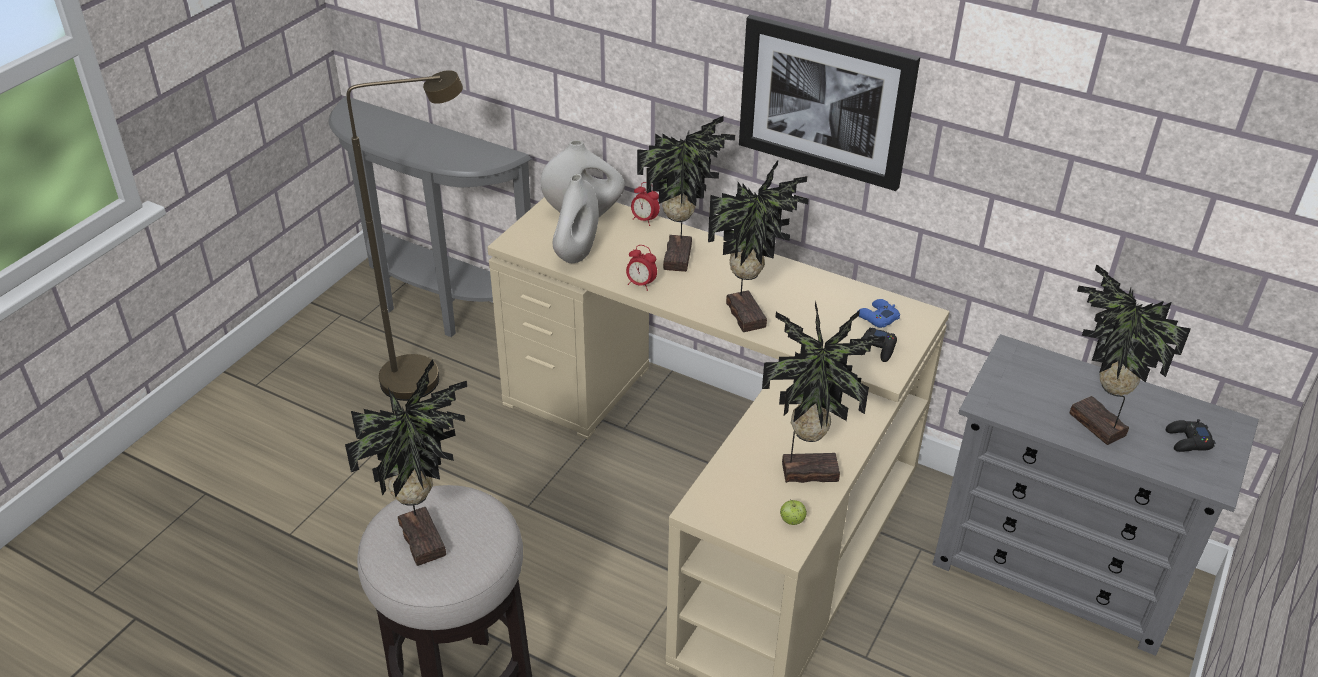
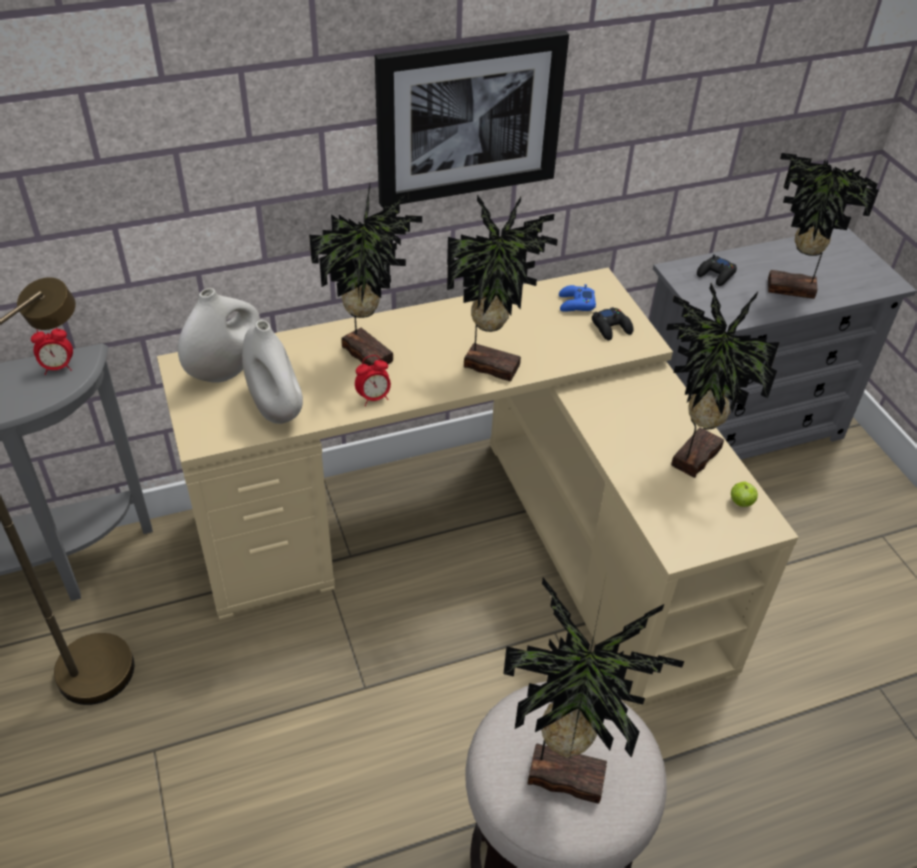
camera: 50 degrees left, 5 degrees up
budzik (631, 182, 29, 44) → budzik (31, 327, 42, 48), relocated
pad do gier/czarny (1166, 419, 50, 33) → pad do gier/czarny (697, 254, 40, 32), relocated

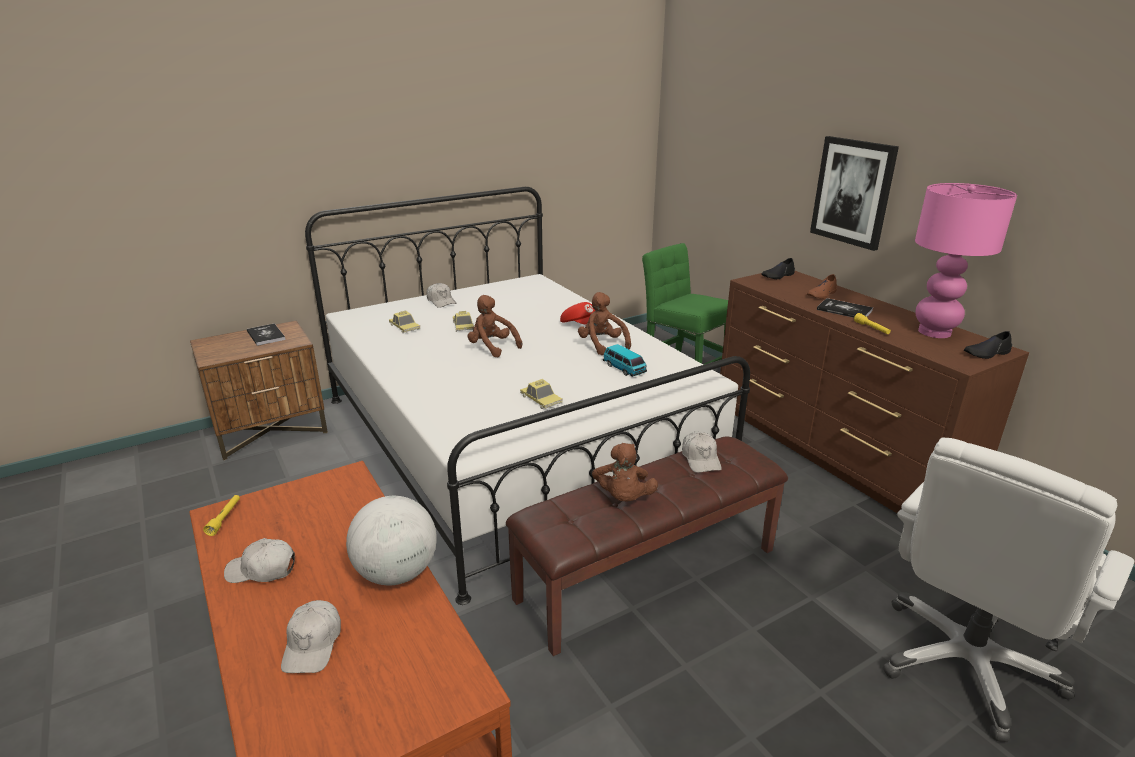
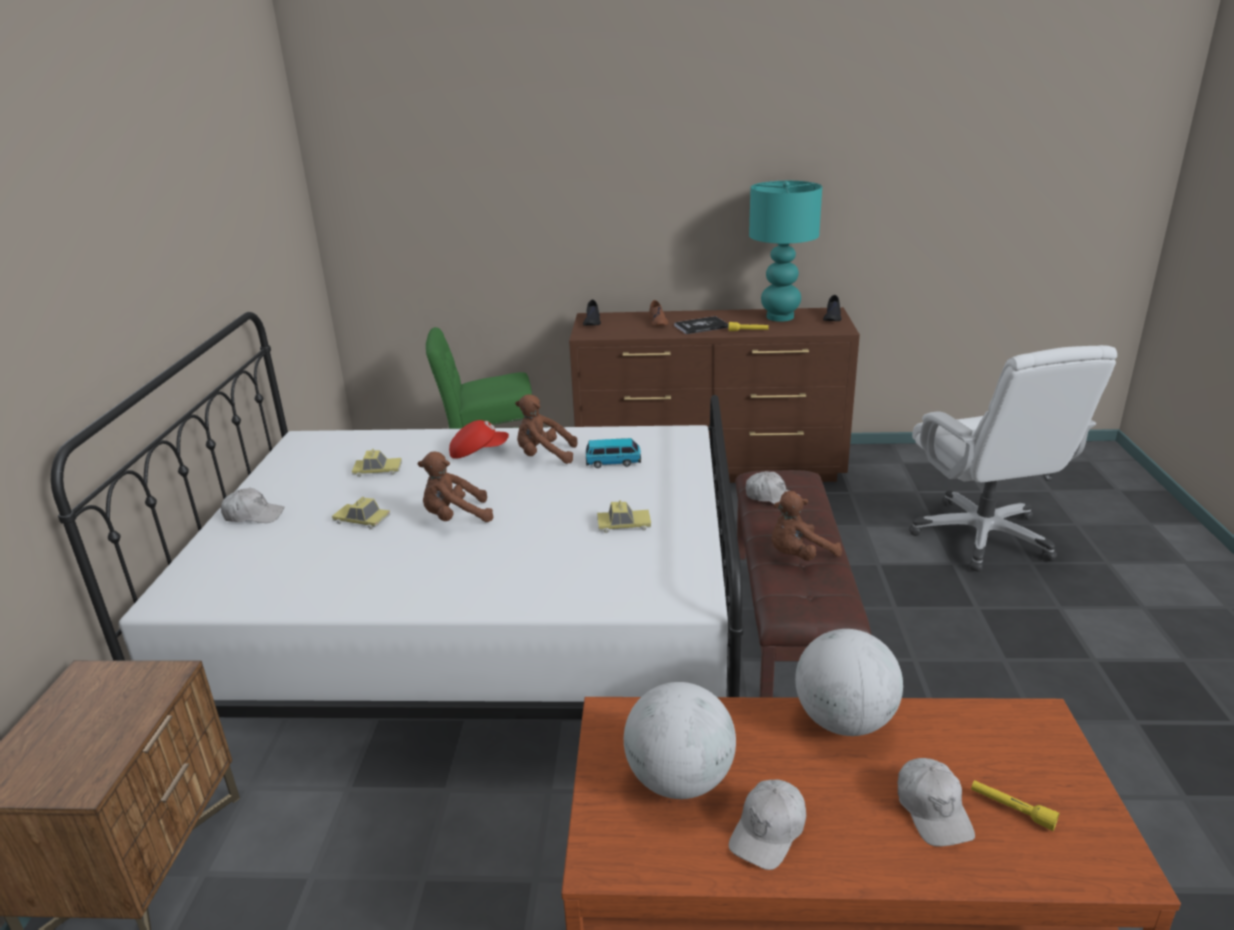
camera: 55 degrees left, 0 degrees up
samochodzik (389, 311, 31, 22) → samochodzik (352, 449, 50, 28), relocated
- → globus (624, 682, 112, 117)
lampa stołowa/różowy (915, 183, 102, 155) → lampa stołowa/turkusowy (749, 181, 73, 141)
pluszak/brązowy (592, 443, 66, 59) → pluszak/brązowy (772, 491, 70, 70), 120 degrees clockwise
czapka z daszkiem/biały (281, 600, 60, 73) → czapka z daszkiem/biały (898, 758, 77, 89), 45 degrees clockwise
latarka/żółty (203, 495, 37, 41) → latarka/żółty (971, 780, 88, 51), relocated
książka (247, 323, 39, 23) → -
obraz (810, 136, 89, 115) → -

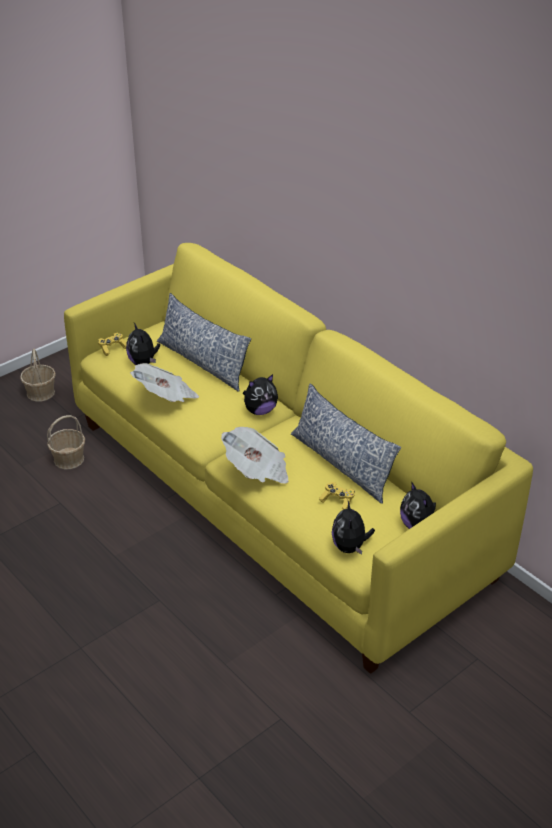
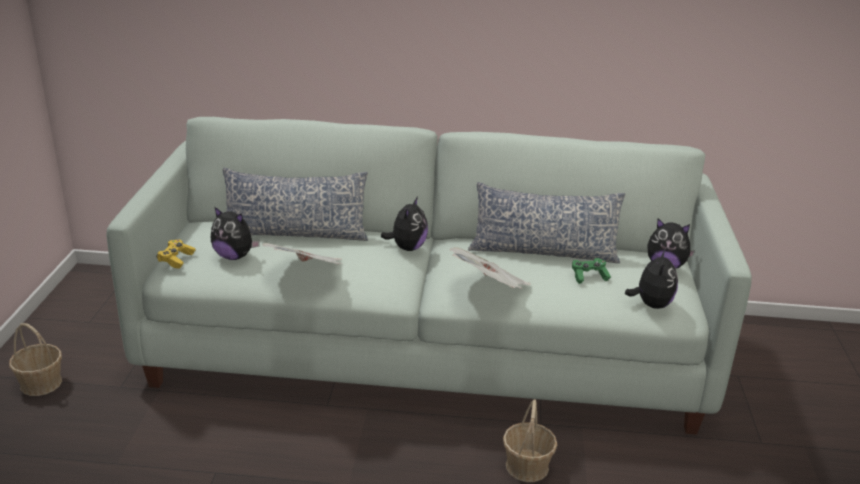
camera: 45 degrees left, 10 degrees down
kanapa/żółty (64, 243, 469, 431) → kanapa/biały (107, 117, 645, 318)
koszyk (47, 415, 38, 54) → koszyk (503, 399, 54, 83), relocated
pad do gier/żółty (319, 482, 36, 28) → pad do gier/zielony (572, 258, 39, 26)
pluszak (332, 501, 43, 53) → pluszak (625, 248, 53, 61), 120 degrees counterclockwise

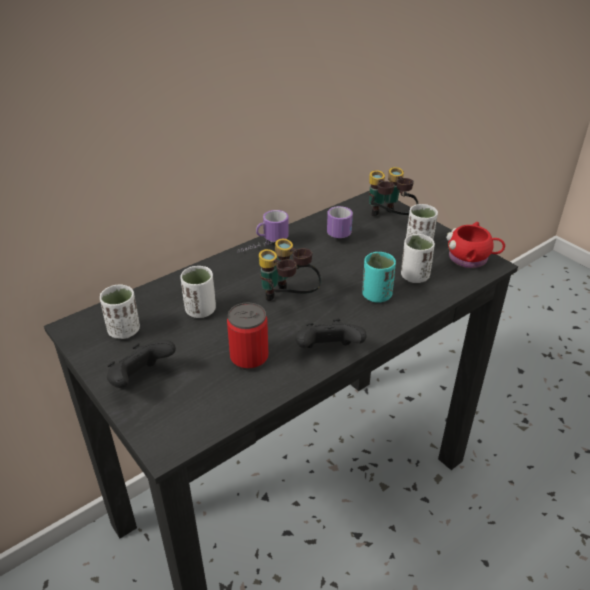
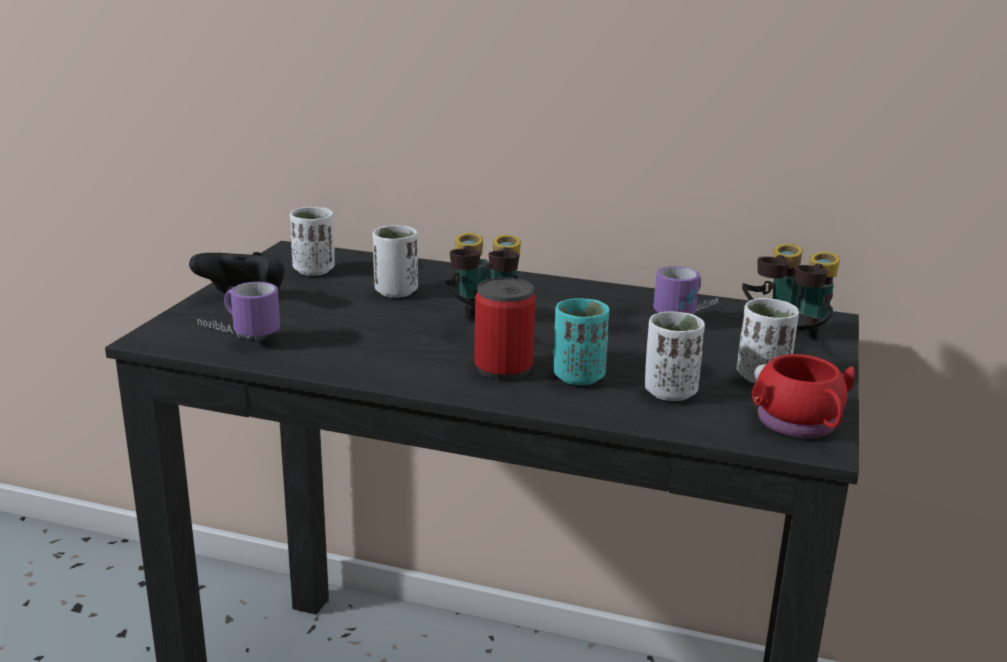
camera: 55 degrees right, 15 degrees down
kubek (237, 210, 52, 43) → kubek (197, 282, 83, 58), relocated
puszka (227, 302, 42, 68) → puszka (474, 277, 62, 103), relocated
pad do gier/czarny (296, 319, 71, 29) → -

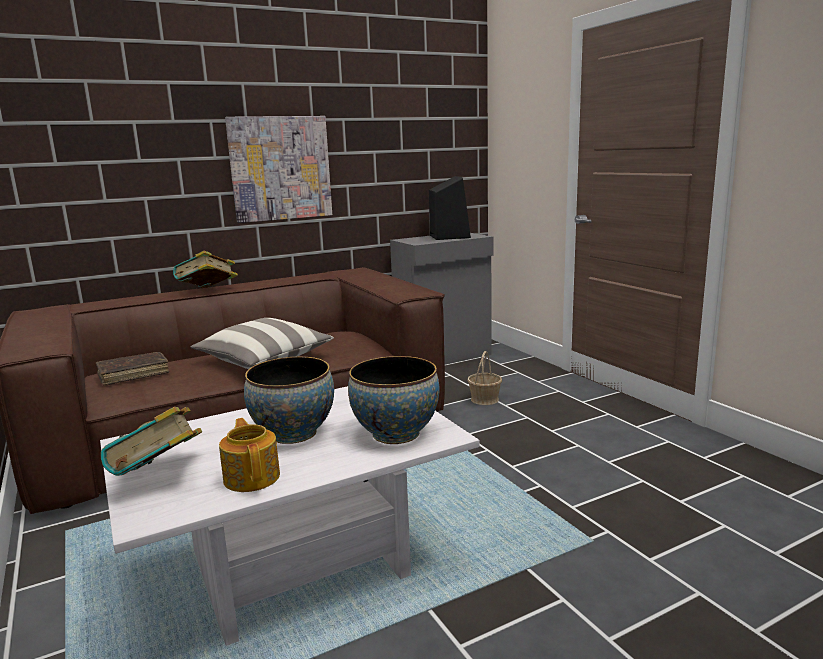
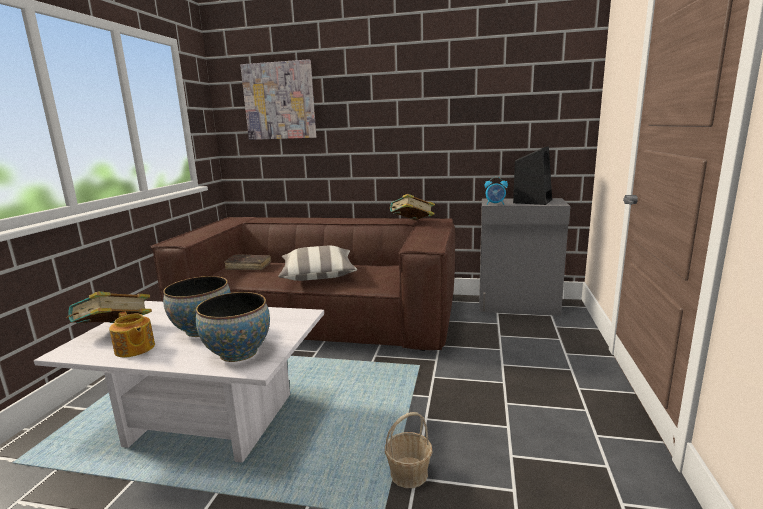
camera: 40 degrees right, 0 degrees up
imbryk (219, 418, 61, 74) → imbryk (109, 311, 46, 47), 120 degrees clockwise
obraz (225, 116, 107, 107) → obraz (240, 59, 76, 81), relocated
koszyk (468, 351, 34, 54) → koszyk (385, 412, 47, 76), relocated
książka (173, 251, 65, 37) → książka (389, 194, 46, 26), relocated
- → budzik (485, 177, 23, 28)

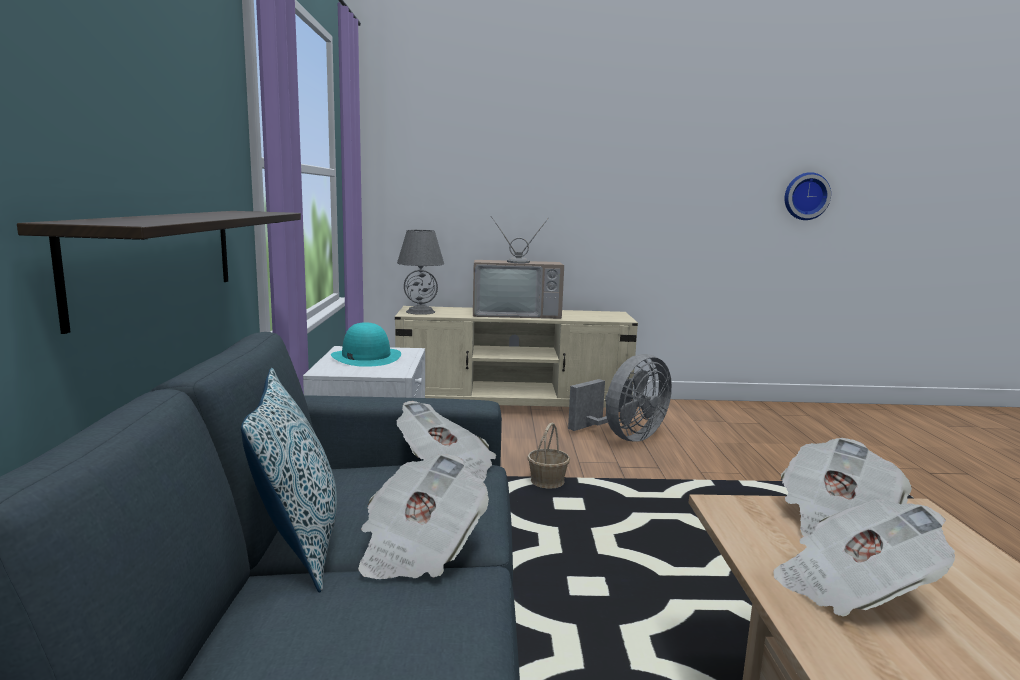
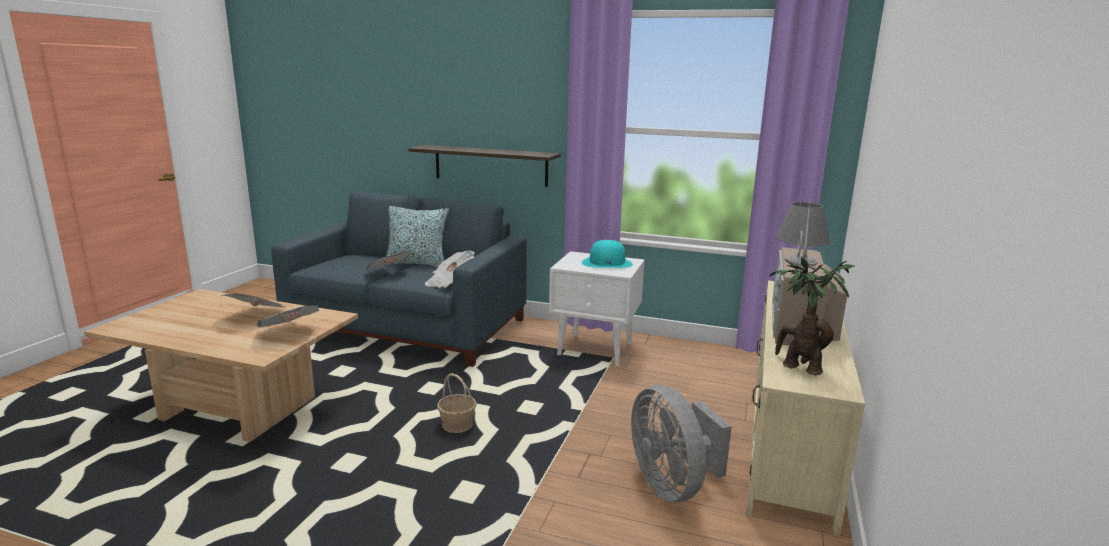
camera: 110 degrees right, 5 degrees up
koszyk (527, 423, 43, 66) → koszyk (437, 373, 40, 60), relocated
- → roślina doniczkowa (769, 257, 85, 118)
zegar ścienny (784, 172, 47, 48) → -

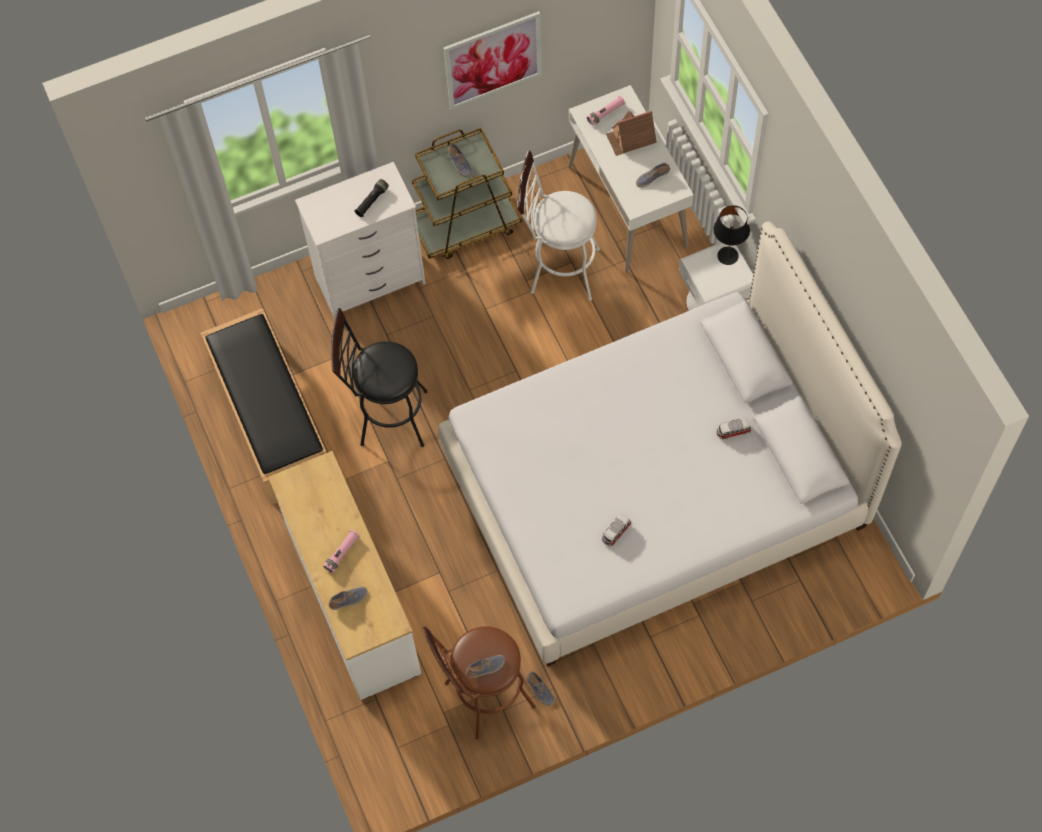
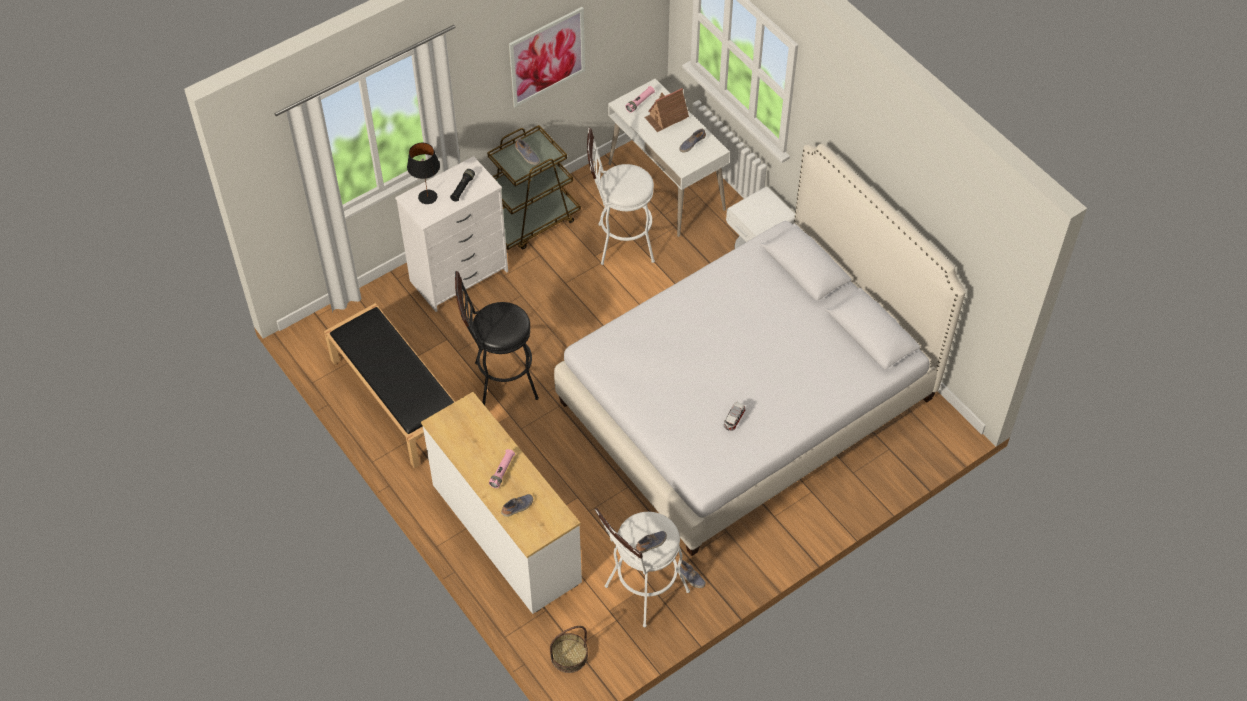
camera: 15 degrees left, 10 degrees down
lampa stołowa/czarny (713, 205, 37, 60) → lampa stołowa/czarny (407, 143, 33, 61), relocated
- → koszyk (550, 626, 38, 47)
stołek/brązowy (423, 626, 113, 114) → stołek/biały (595, 508, 95, 120)
samochodzik (717, 417, 34, 22) → -

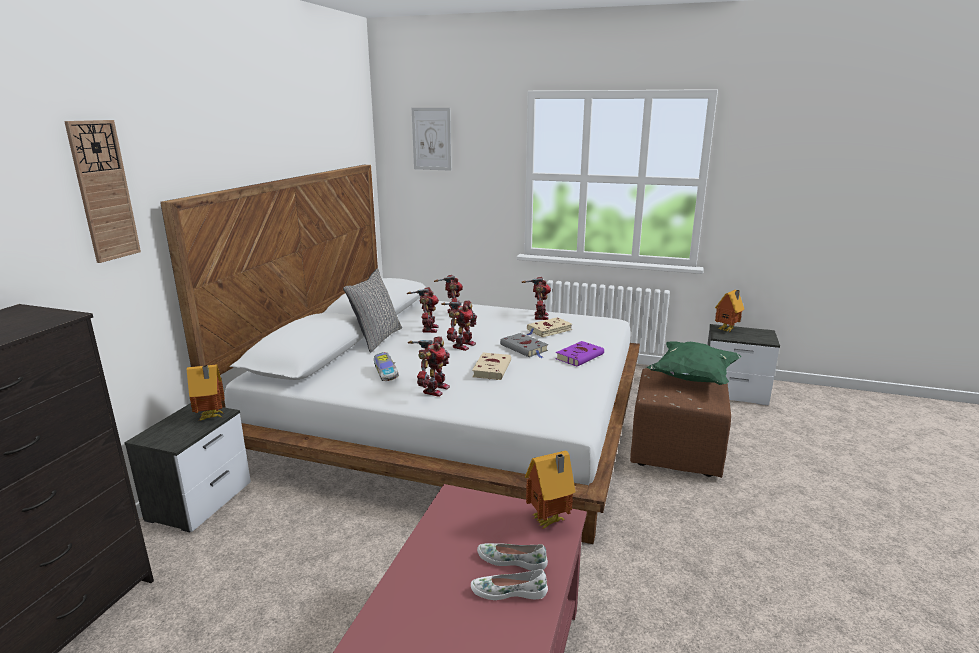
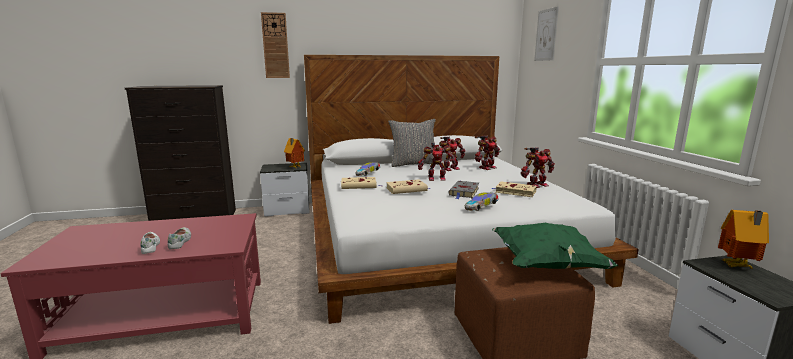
camera: 60 degrees right, 5 degrees down
robot zabawkowy (408, 336, 42, 61) → książka/beżowy (341, 177, 42, 12)
książka/fioletowy (556, 341, 48, 25) → samochodzik (465, 192, 34, 19)
domek (525, 451, 51, 78) → -

